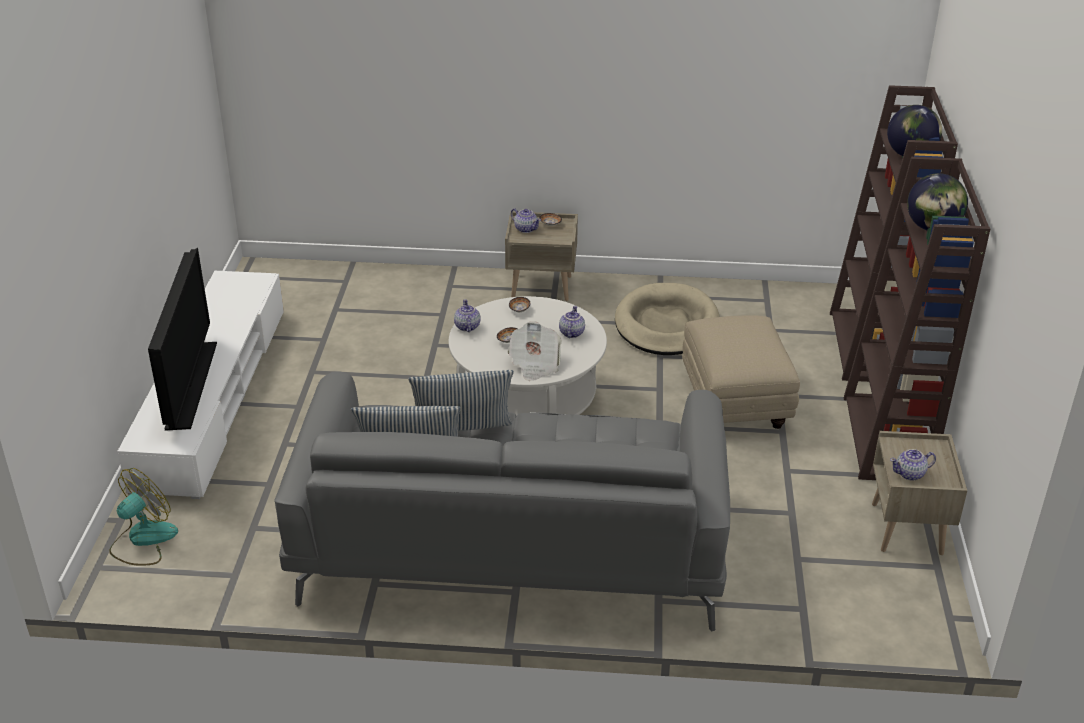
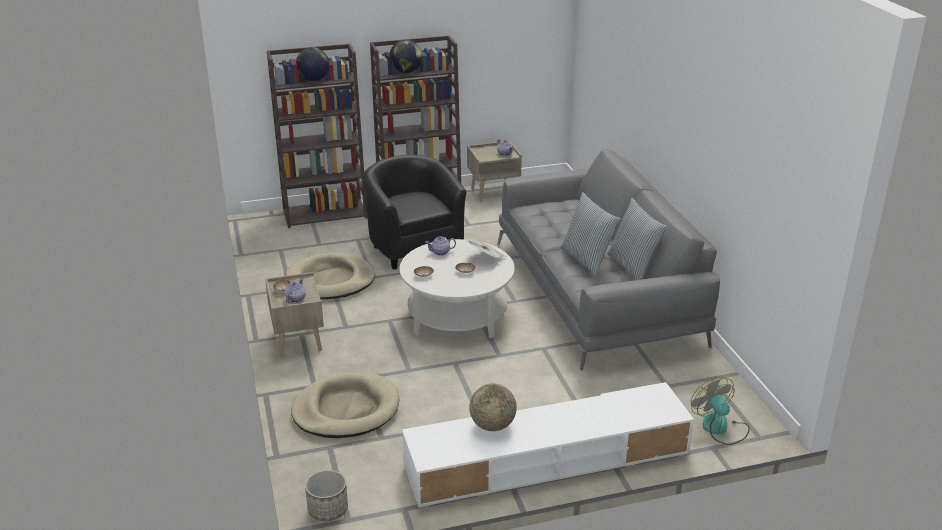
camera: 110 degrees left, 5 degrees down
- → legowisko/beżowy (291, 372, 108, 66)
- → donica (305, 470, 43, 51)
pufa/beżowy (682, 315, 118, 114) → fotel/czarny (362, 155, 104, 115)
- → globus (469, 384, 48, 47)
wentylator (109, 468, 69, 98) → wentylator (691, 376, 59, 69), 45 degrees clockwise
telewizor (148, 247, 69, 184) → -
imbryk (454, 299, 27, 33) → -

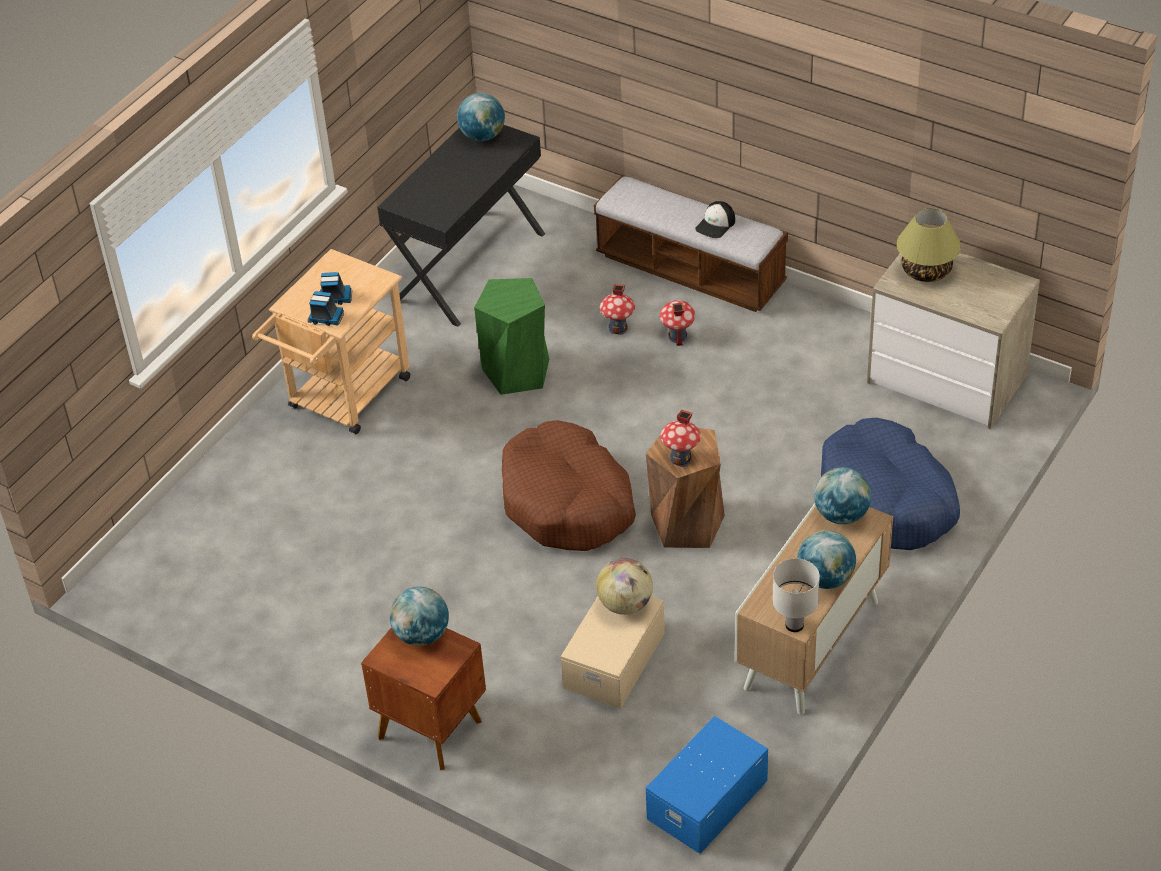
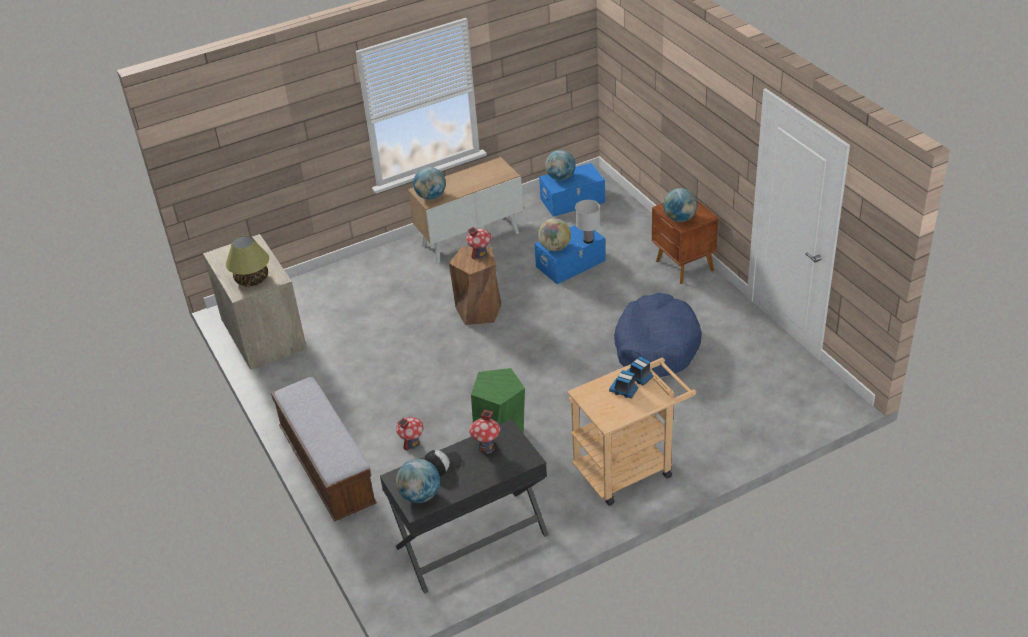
camera: 150 degrees left, 5 degrees down
czapka z daszkiem (695, 201, 40, 37) → czapka z daszkiem (424, 450, 38, 26), relocated
domek (659, 300, 36, 46) → domek (469, 410, 31, 44), relocated
pojemnik do przechowywania/beżowy (561, 596, 104, 113) → pojemnik do przechowywania/niebieski (535, 225, 70, 59)
globus (797, 530, 59, 59) → globus (545, 150, 31, 30), relocated
lampa stołowa/biały (773, 558, 47, 74) → lampa stołowa/biały (575, 200, 25, 43), relocated
legowisko/niebieski (821, 418, 139, 132) → legowisko/niebieski (614, 293, 88, 84), relocated
legowisko/brązowy (502, 420, 134, 131) → -

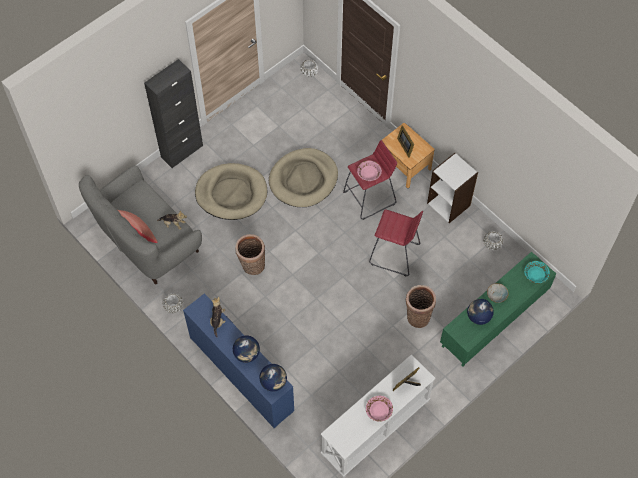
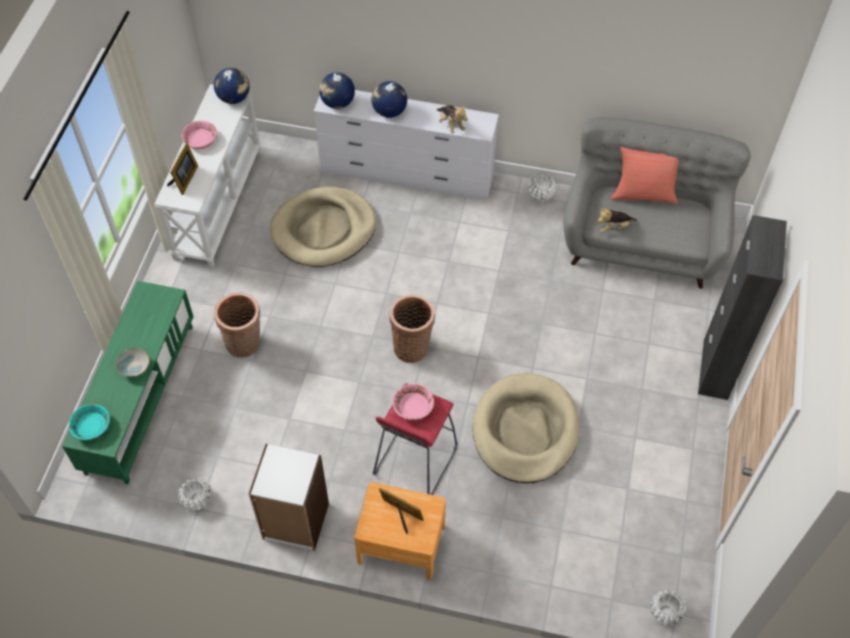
camera: 145 degrees right, 5 degrees down
globus (467, 299, 27, 26) → globus (214, 68, 36, 36), relocated
legowisko/beżowy (195, 163, 72, 57) → legowisko/beżowy (270, 187, 106, 80), relocated
komoda/niebieski (183, 293, 111, 135) → komoda/biały (314, 90, 185, 111)
koszyk (235, 234, 30, 41) → koszyk (389, 295, 46, 68), relocated
stołek/czerwony (369, 209, 54, 67) → -

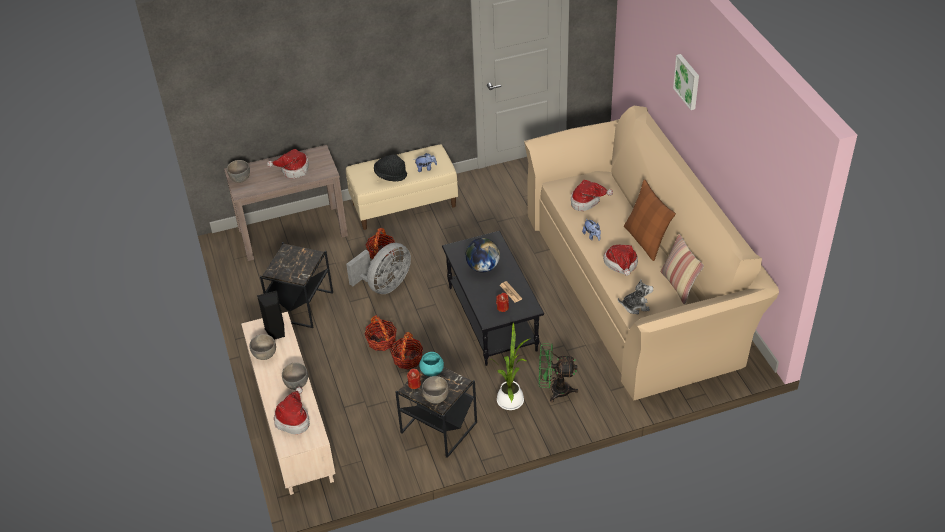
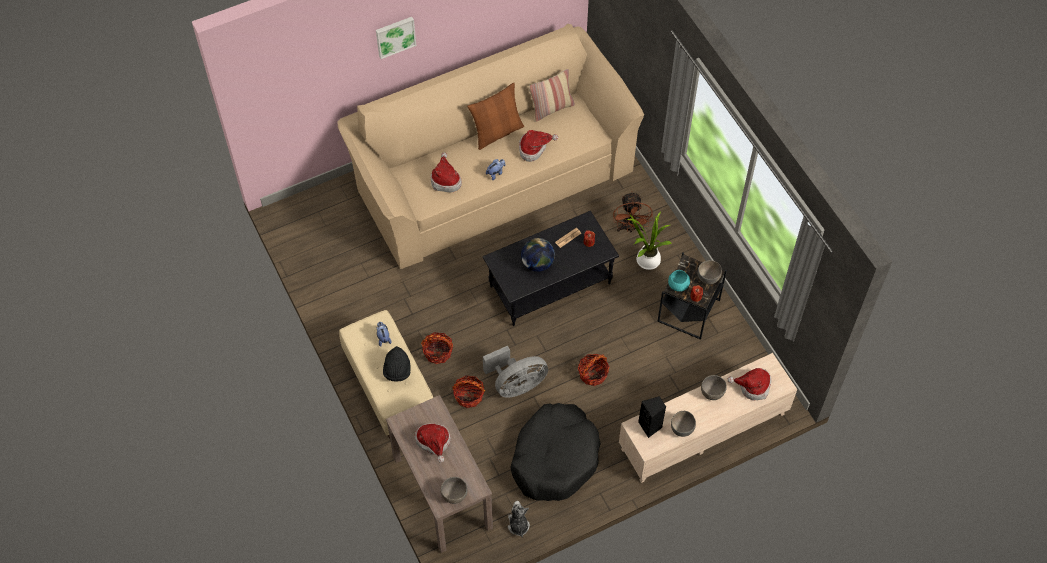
camera: 100 degrees left, 15 degrees up
koszyk (390, 332, 33, 38) → koszyk (421, 332, 32, 32), relocated
wentylator/szary (346, 243, 65, 51) → wentylator/szary (483, 346, 65, 52), 120 degrees clockwise
pluszak (618, 280, 35, 34) → pluszak (508, 501, 22, 37), relocated
stolik/czarny (260, 242, 73, 86) → legowisko/czarny (510, 403, 91, 98)
wentylator/zielony (538, 343, 40, 59) → wentylator/brązowy (613, 192, 40, 41)

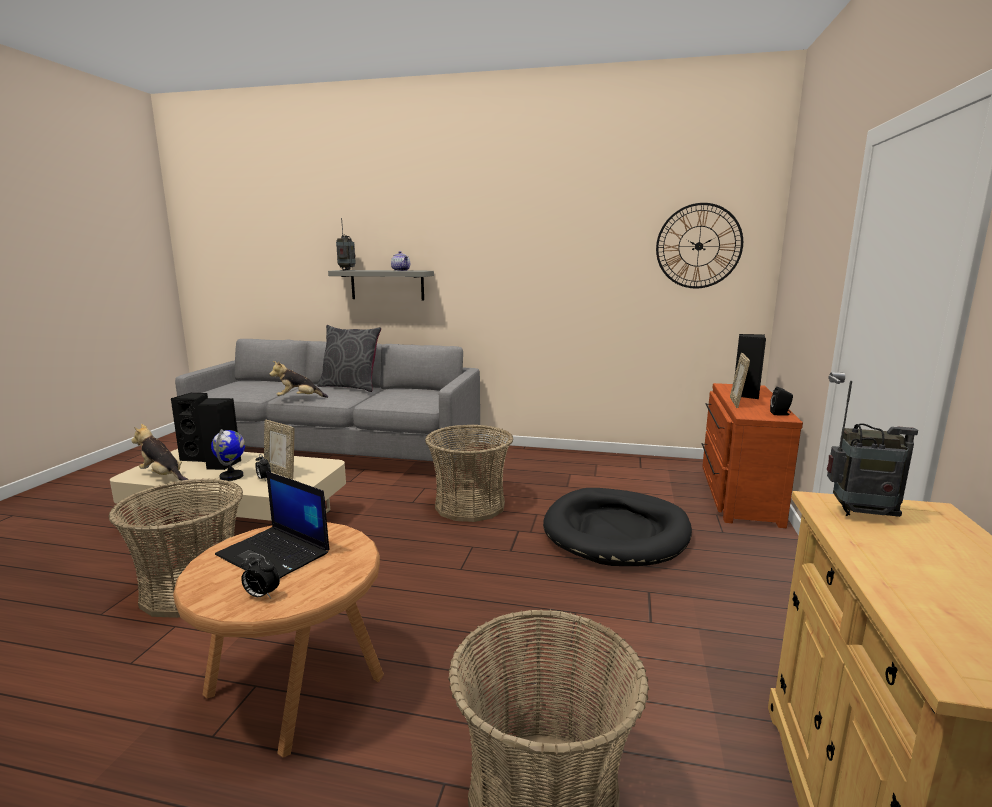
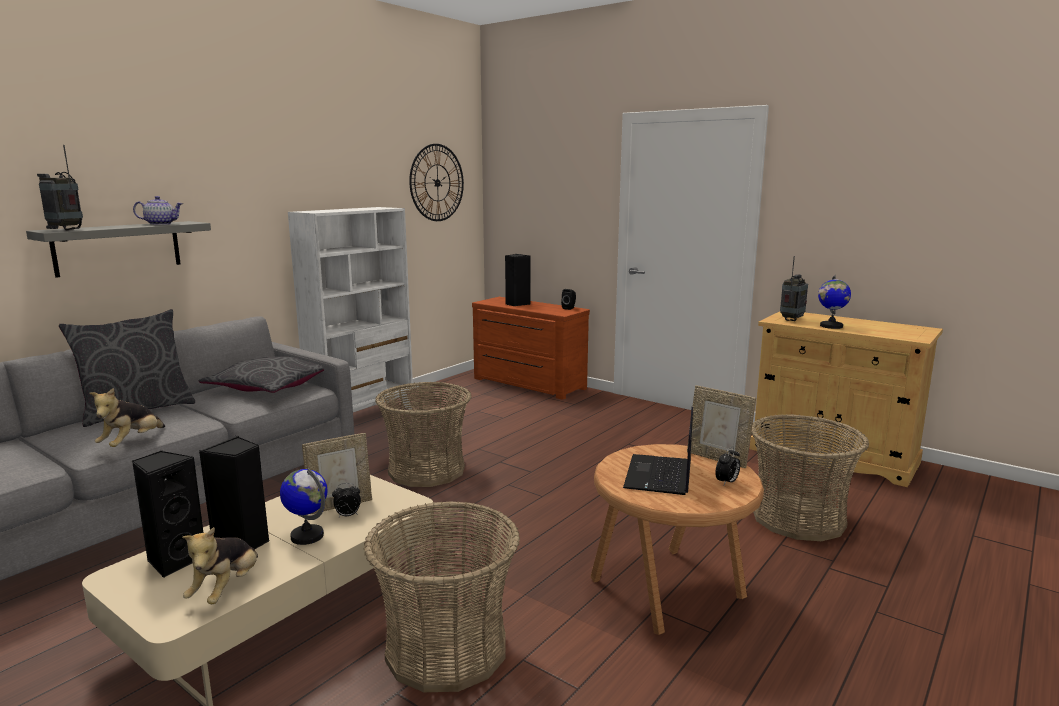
camera: 65 degrees left, 0 degrees up
pluszak (131, 424, 57, 57) → pluszak (182, 527, 76, 77), 45 degrees counterclockwise
- → poduszka/szary (199, 357, 125, 36)
- → regał/biały (288, 207, 125, 205)
laptop (215, 471, 115, 107) → laptop (623, 407, 70, 88), 135 degrees clockwise
ramka na zdjęcie (730, 353, 20, 55) → ramka na zdjęcie (687, 385, 69, 83), relocated
- → globus (818, 275, 33, 54)
legowisko/czarny (543, 488, 149, 78) → -

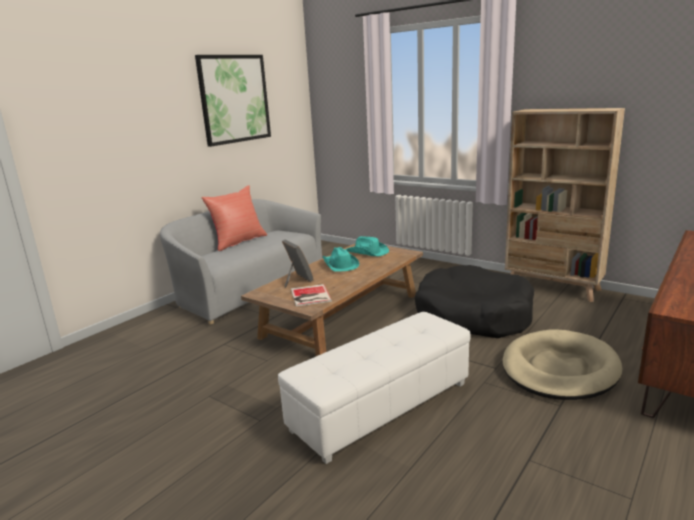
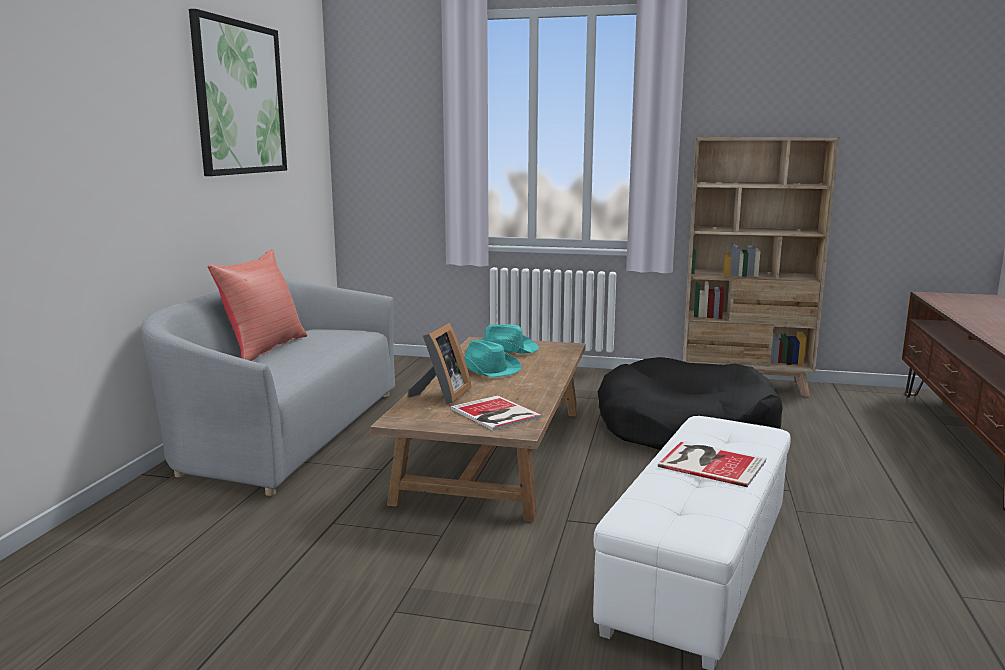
camera: 25 degrees left, 5 degrees down
ramka na zdjęcie (282, 240, 32, 48) → ramka na zdjęcie (407, 323, 64, 81), 75 degrees clockwise
- → książka (657, 441, 109, 46)
legowisko/beżowy (502, 329, 121, 71) → -

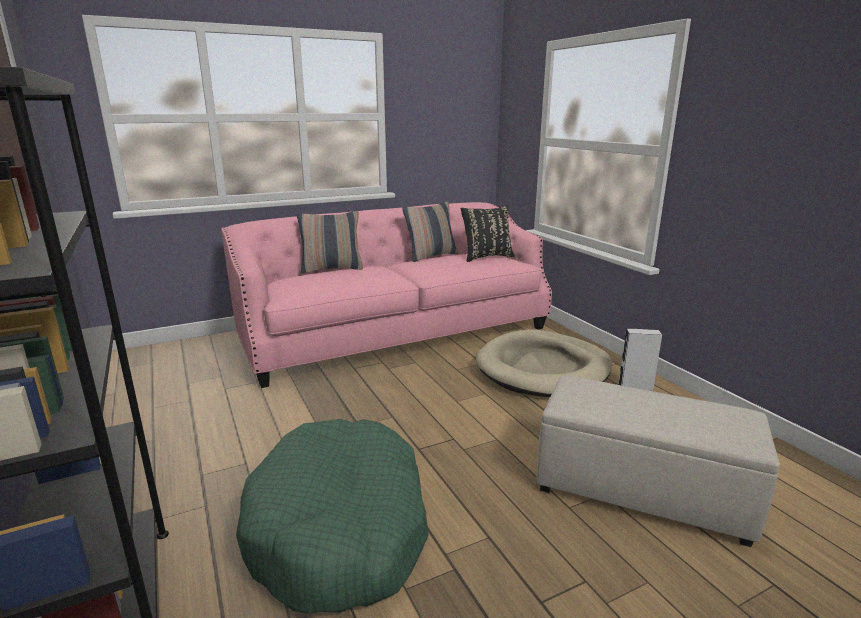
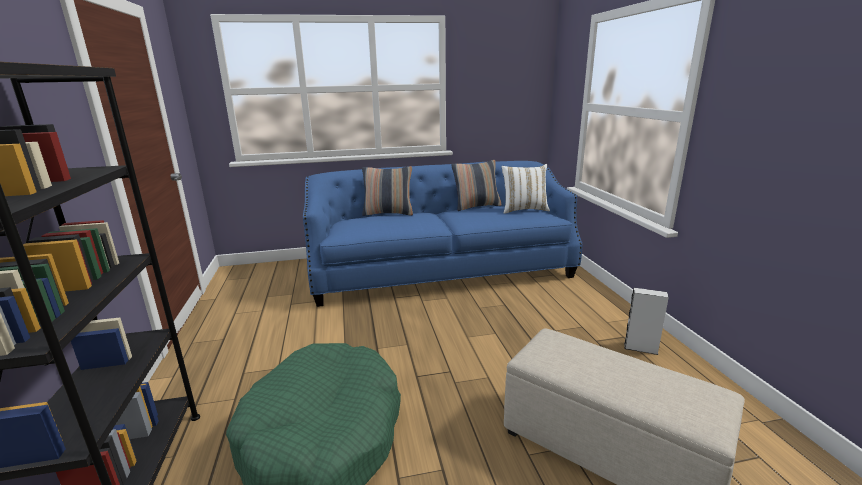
camera: 15 degrees right, 0 degrees up
kanapa/różowy (221, 202, 331, 186) → kanapa/niebieski (303, 161, 280, 146)
poduszka/czarny (460, 204, 55, 58) → poduszka/biały (501, 164, 49, 50)
legowisko/beżowy (476, 329, 136, 68) → -

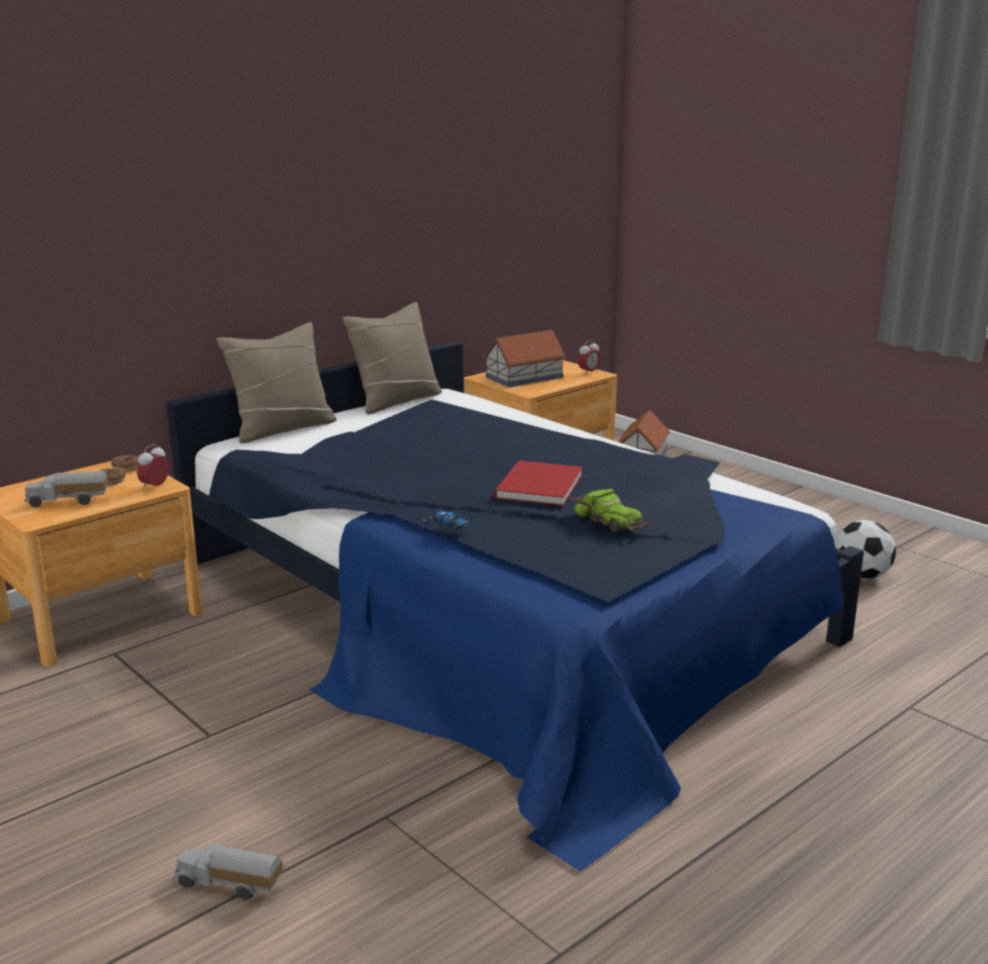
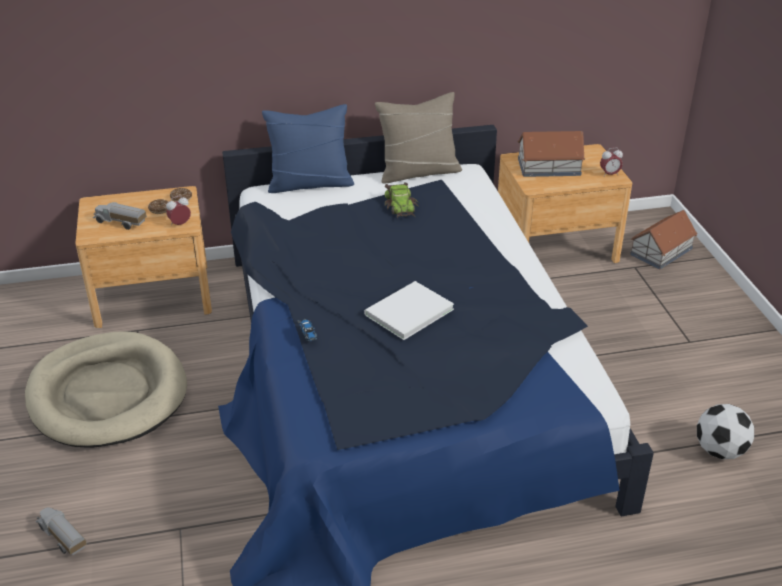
camera: 30 degrees right, 15 degrees up
- → legowisko/beżowy (25, 331, 162, 117)
poduszka/beżowy (216, 322, 121, 121) → poduszka/niebieski (262, 104, 92, 89)
książka/czerwony (494, 461, 89, 45) → książka/biały (364, 281, 90, 59)
samochodzik (569, 489, 87, 44) → samochodzik (385, 182, 34, 37), relocated

